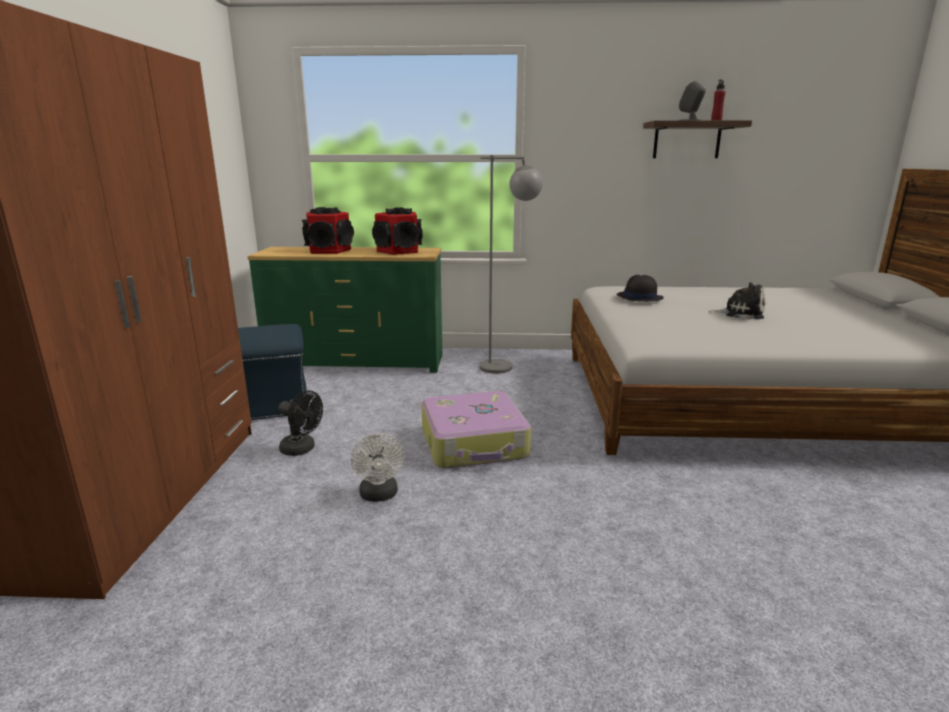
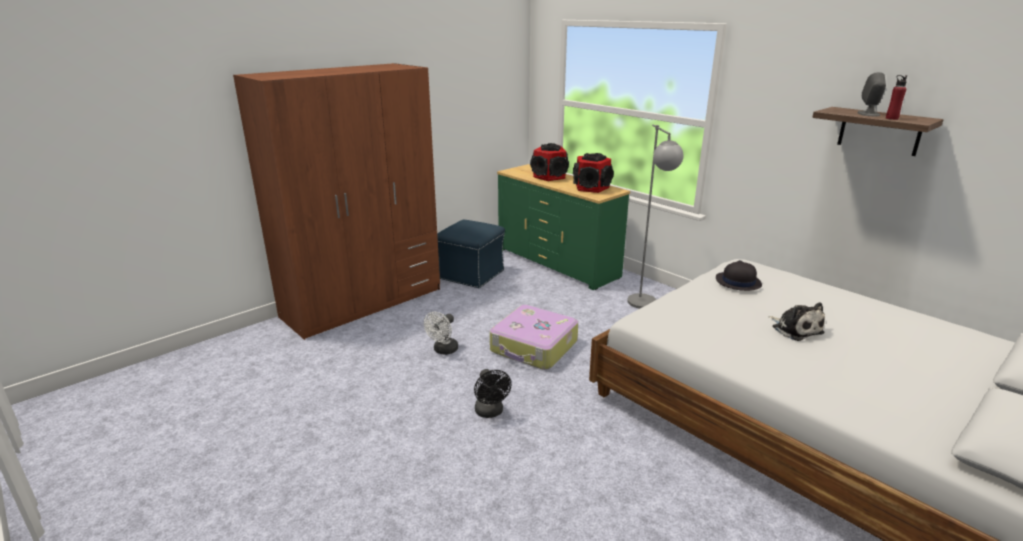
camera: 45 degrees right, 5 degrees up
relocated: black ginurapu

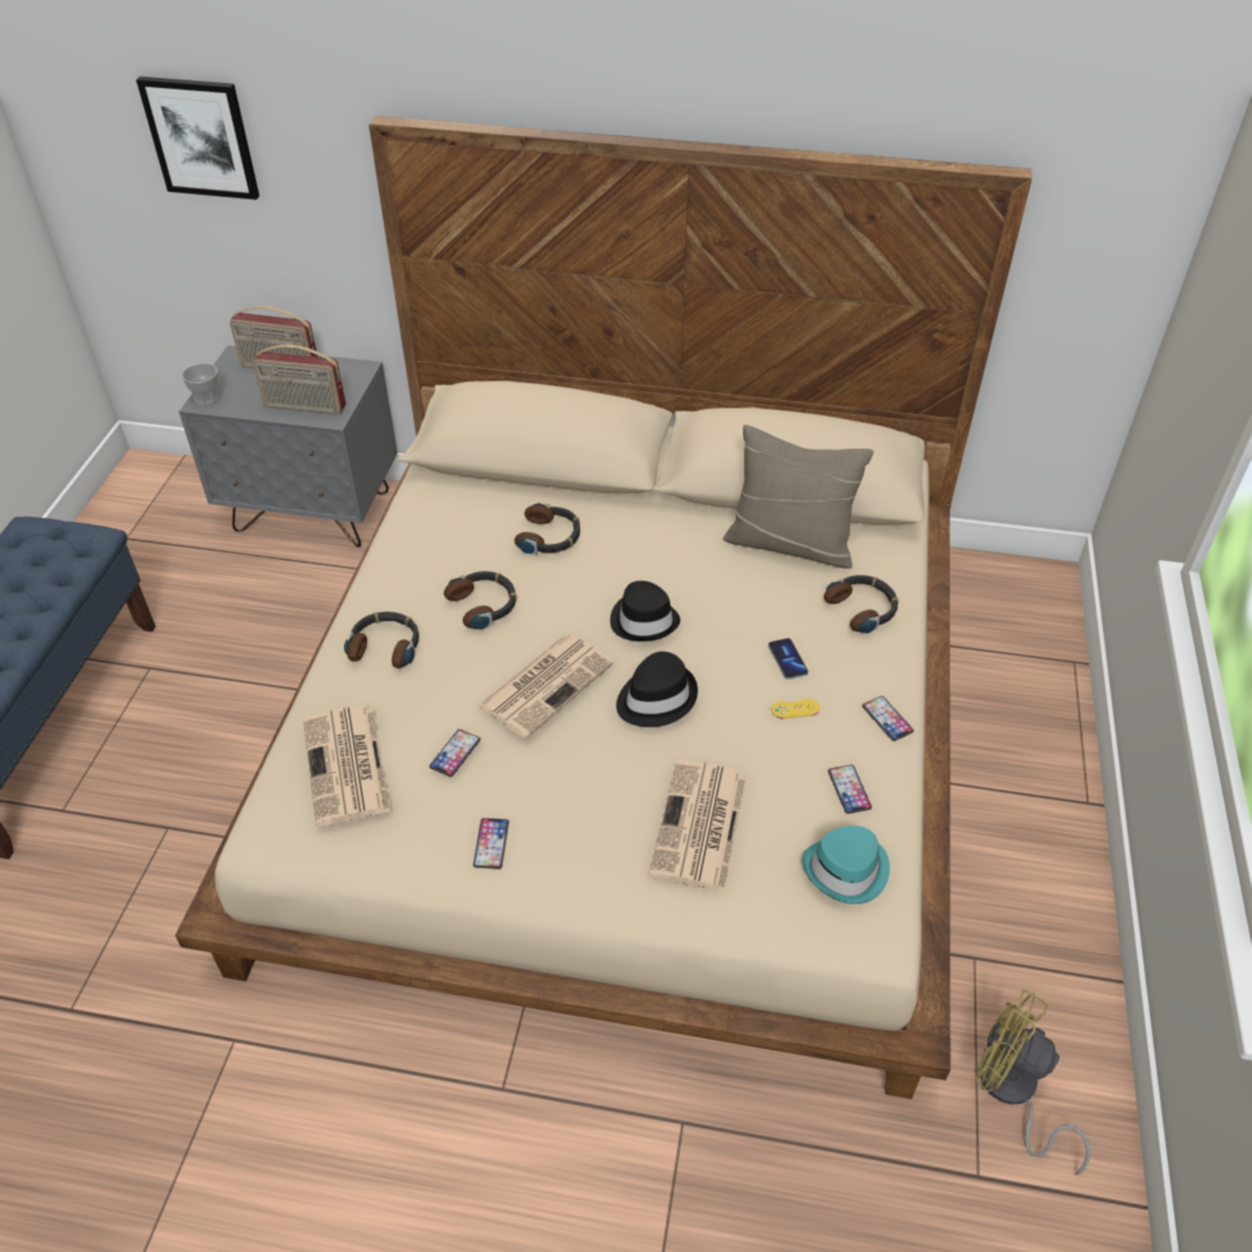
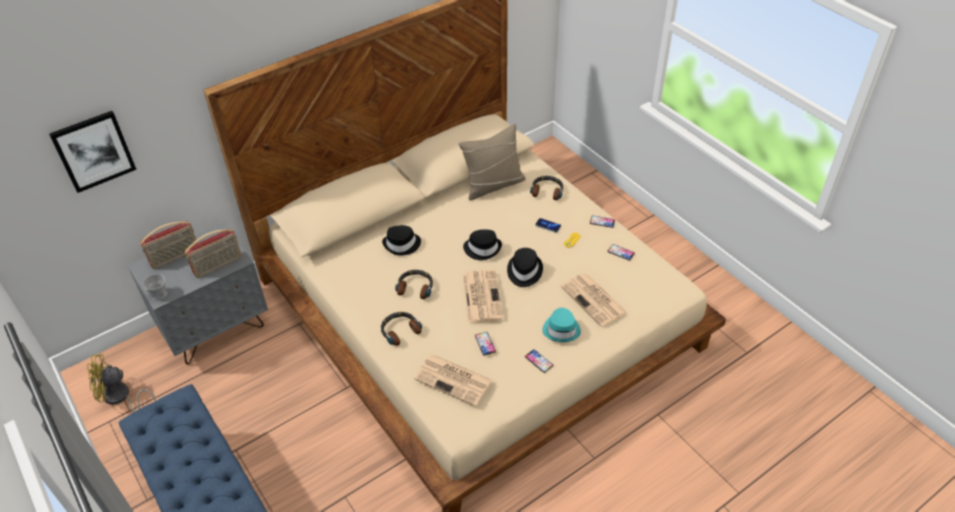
camera: 45 degrees left, 0 degrees up
relocated: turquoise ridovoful; yellow ginurapu
exchanged: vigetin (no. 3 from left) to black ridovoful (no. 1 from left)

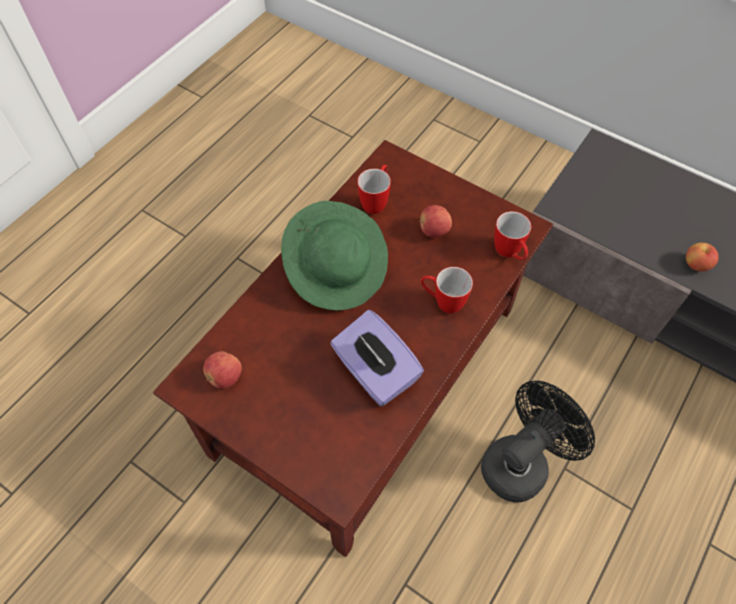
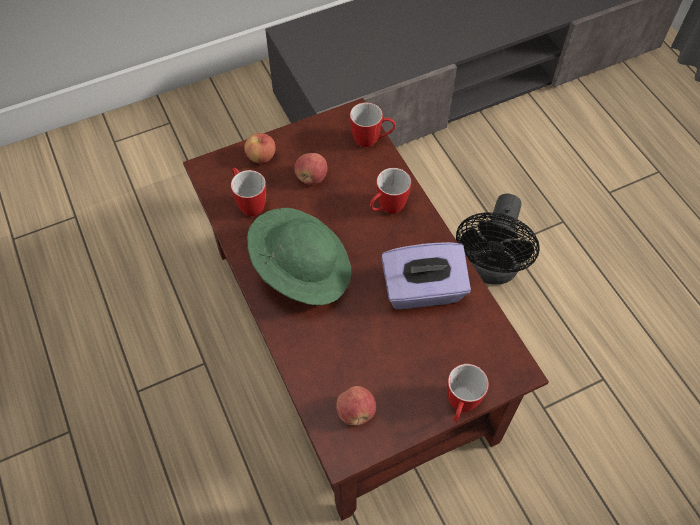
camera: 60 degrees left, 0 degrees up
appeared: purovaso (no. 4 from left)
relocated: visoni (no. 3 from left in the first image) to visoni (no. 1 from left)
spun: black ginurapu 150 degrees counterclockwise

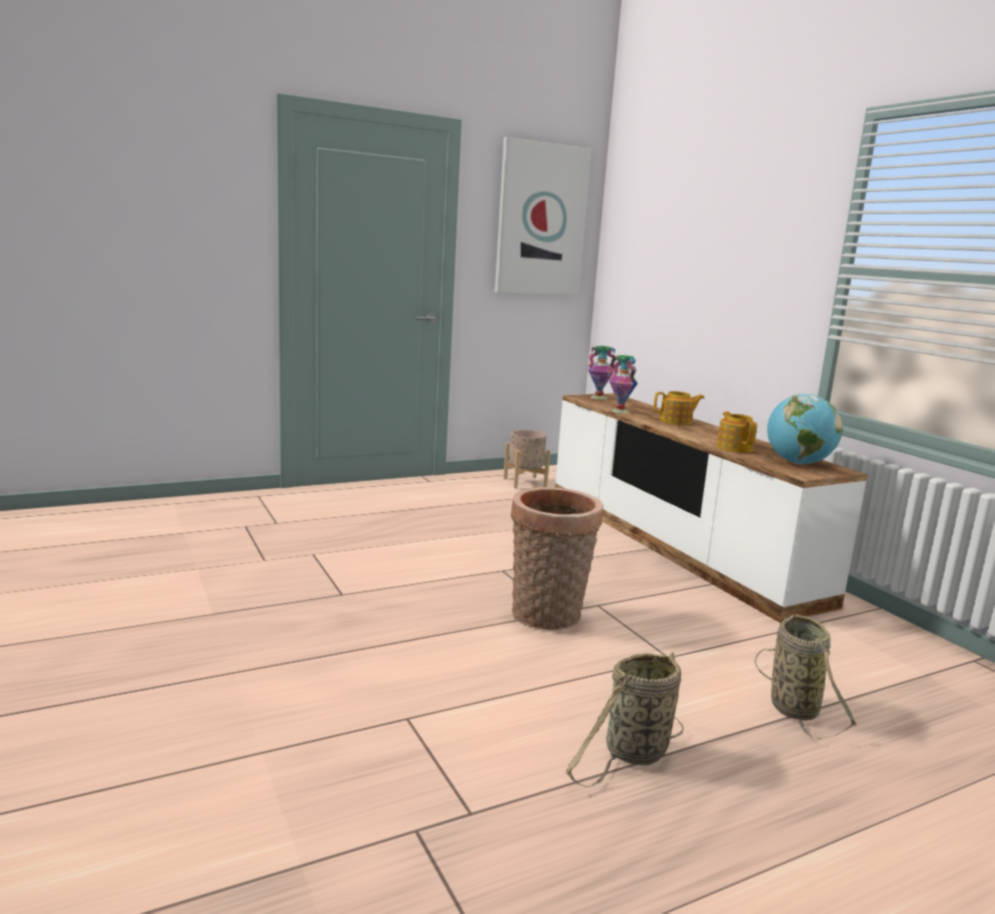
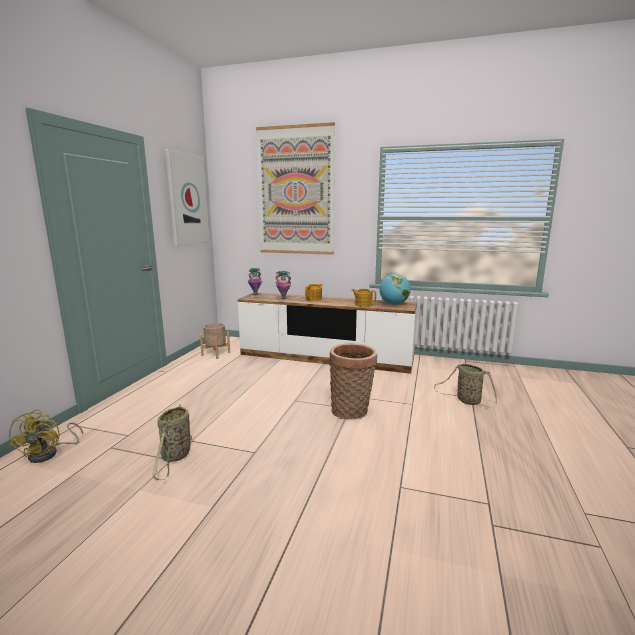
camera: 45 degrees left, 0 degrees up
appeared: yellow ginurapu; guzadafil (no. 2 from left)
relocated: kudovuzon (no. 2 from left in the first image) to kudovuzon (no. 1 from left)

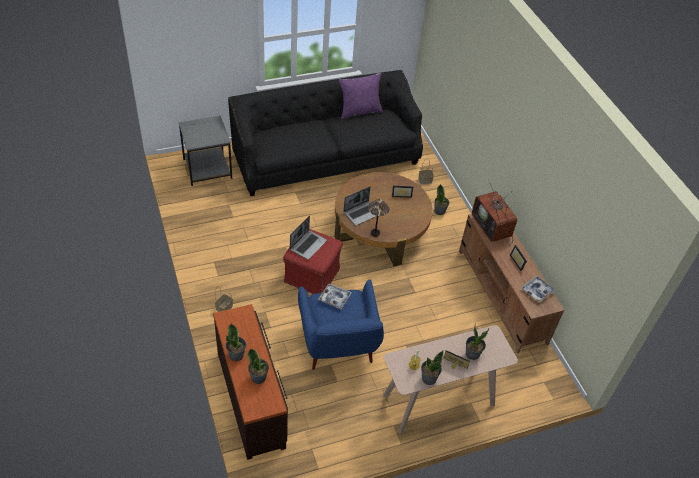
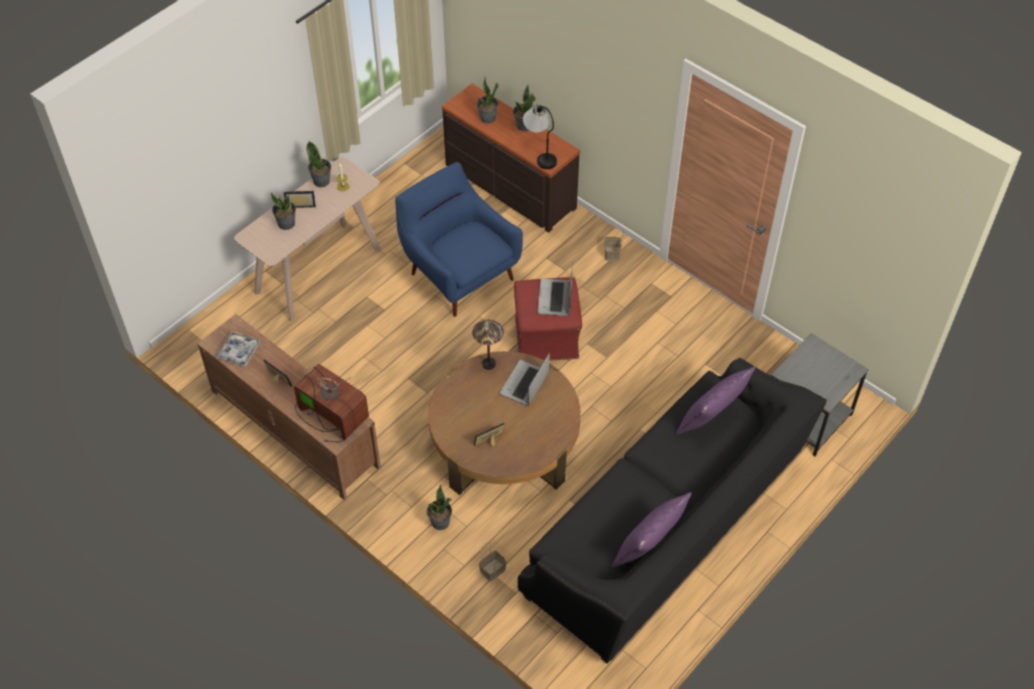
camera: 155 degrees right, 5 degrees up
missing: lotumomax (no. 1 from left)
appeared: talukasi (no. 2 from left); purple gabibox (no. 2 from left)

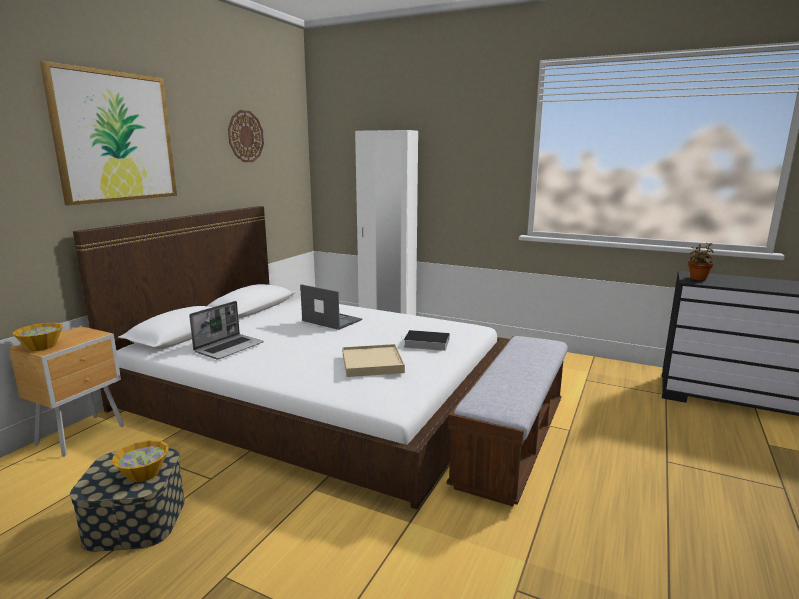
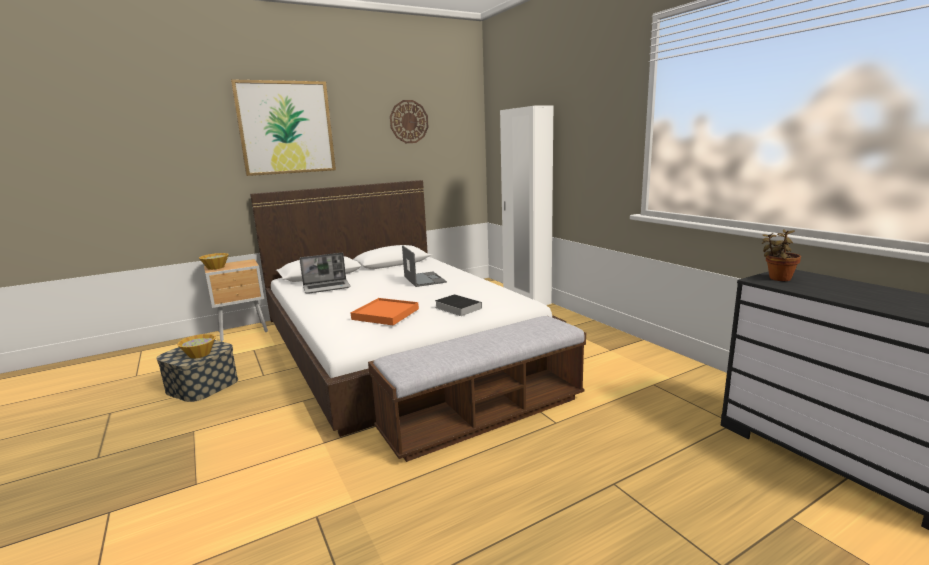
camera: 35 degrees right, 0 degrees up
colour: beige lotumomax to orange lotumomax

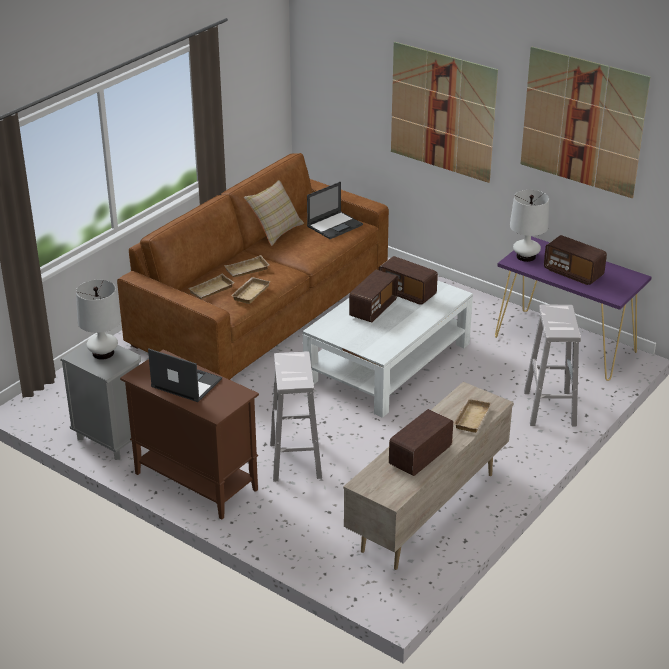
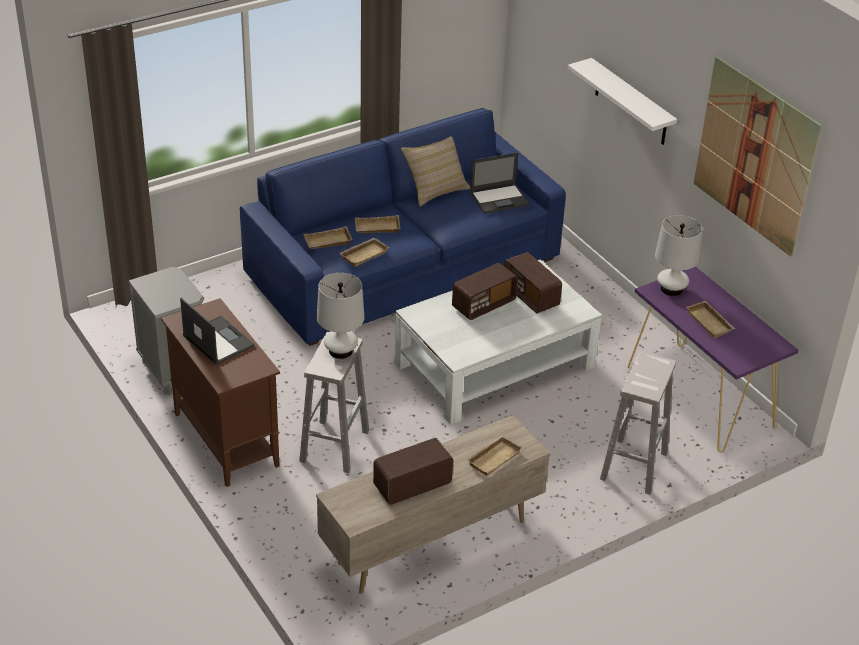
camera: 20 degrees right, 5 degrees up
relocated: white talukasi (no. 1 from left)
exchanged: guzadafil (no. 1 from left) to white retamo; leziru (no. 4 from left) to beige lotumomax (no. 5 from left)
colour: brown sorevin to blue sorevin

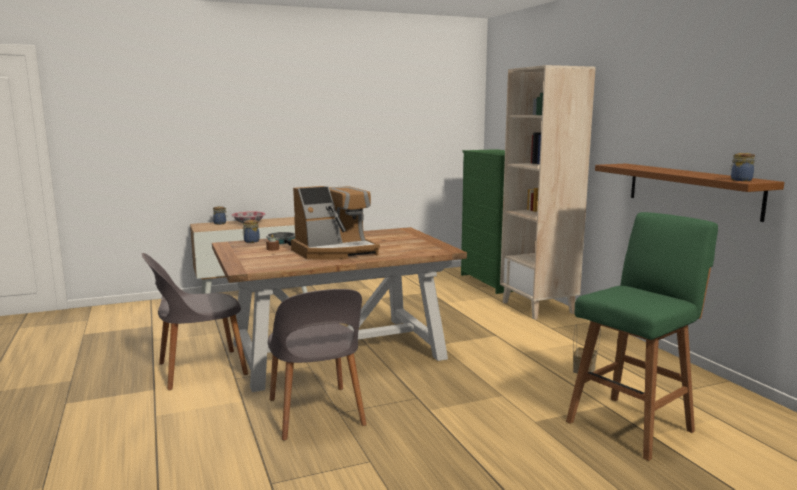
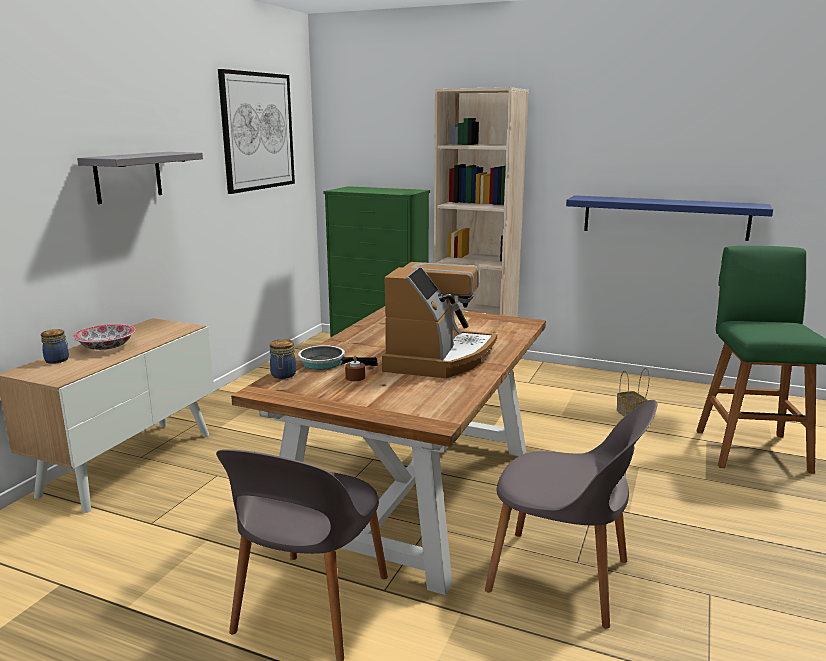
camera: 45 degrees left, 5 degrees up
missing: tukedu (no. 3 from left)
appeared: grey retamo; guzadafil
colour: brown retamo to blue retamo

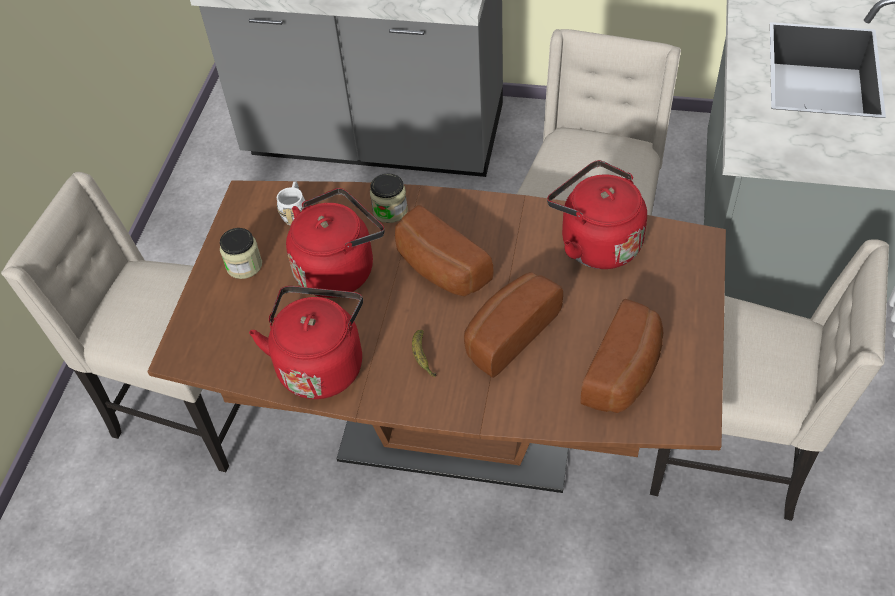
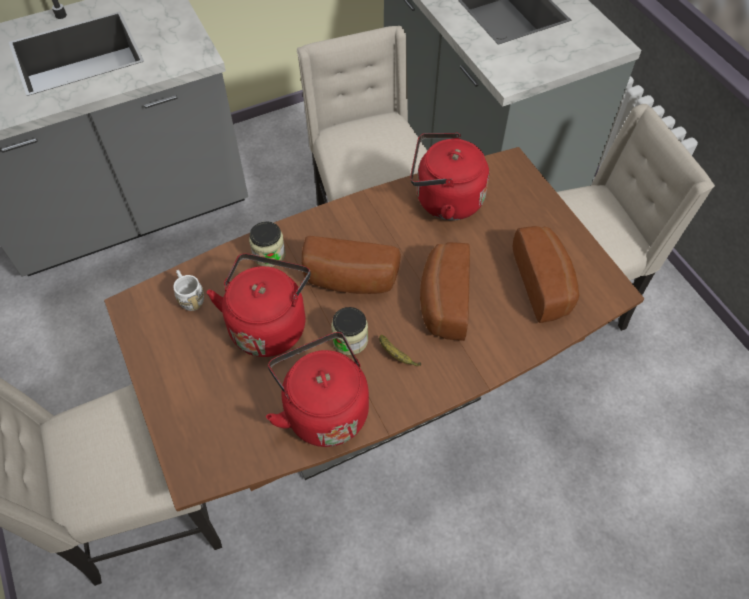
camera: 40 degrees left, 5 degrees up
relocated: tukedu (no. 1 from left in the first image) to tukedu (no. 2 from left)

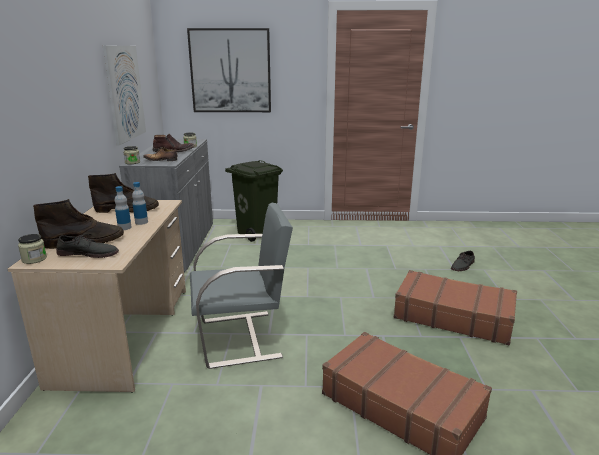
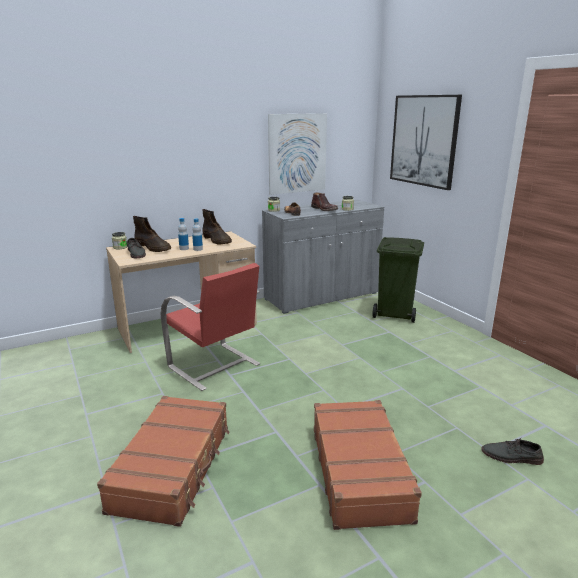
camera: 60 degrees right, 0 degrees up
colour: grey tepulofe to red tepulofe

